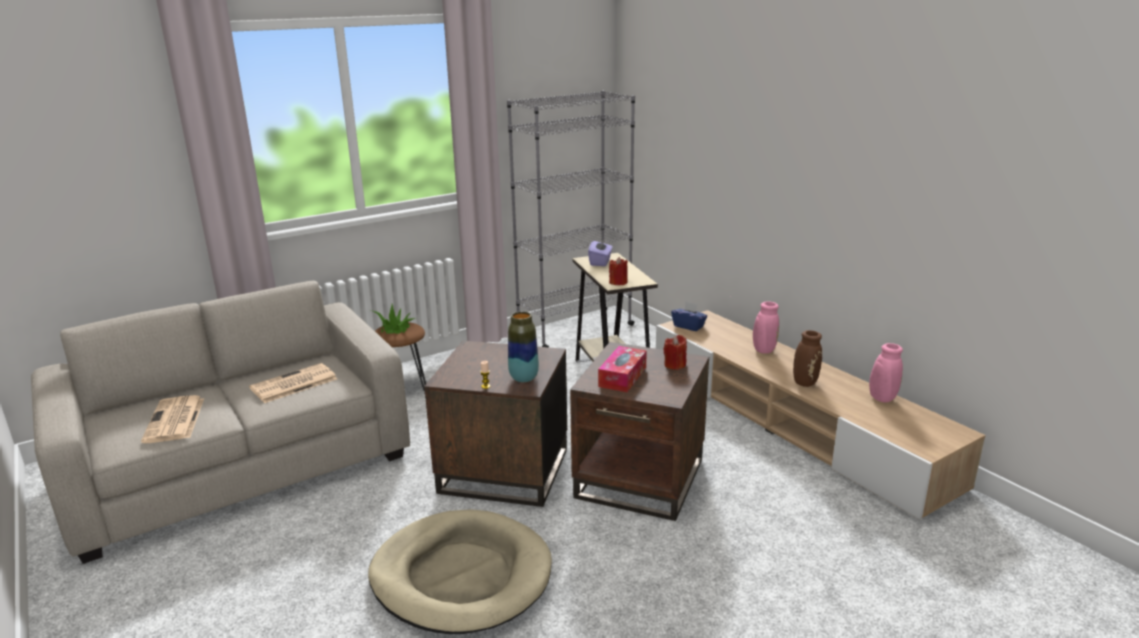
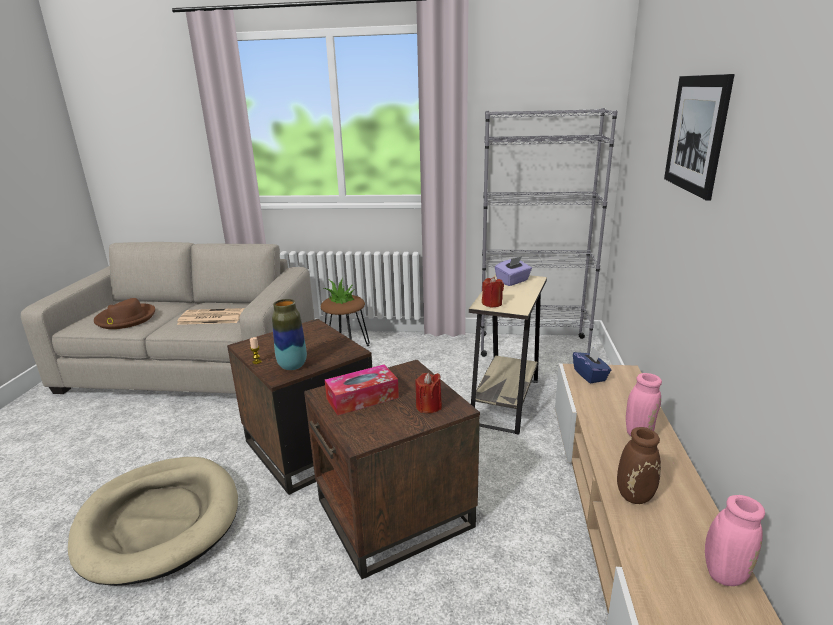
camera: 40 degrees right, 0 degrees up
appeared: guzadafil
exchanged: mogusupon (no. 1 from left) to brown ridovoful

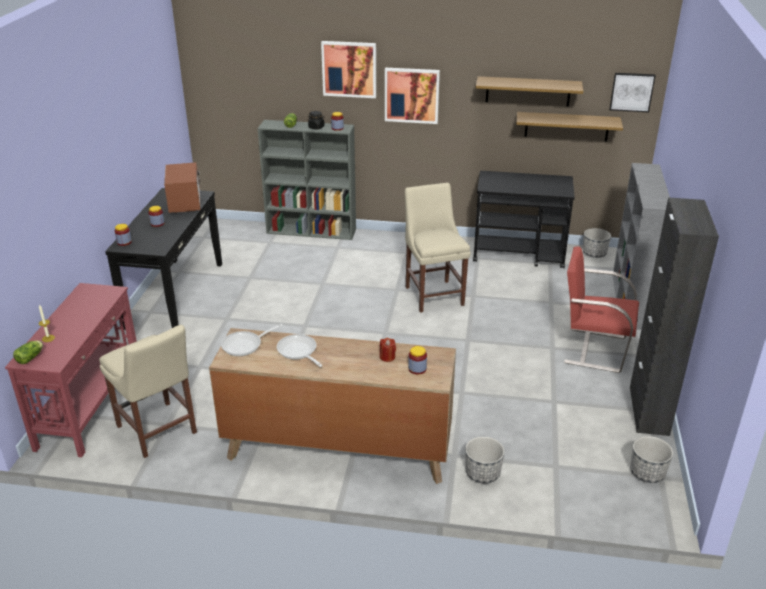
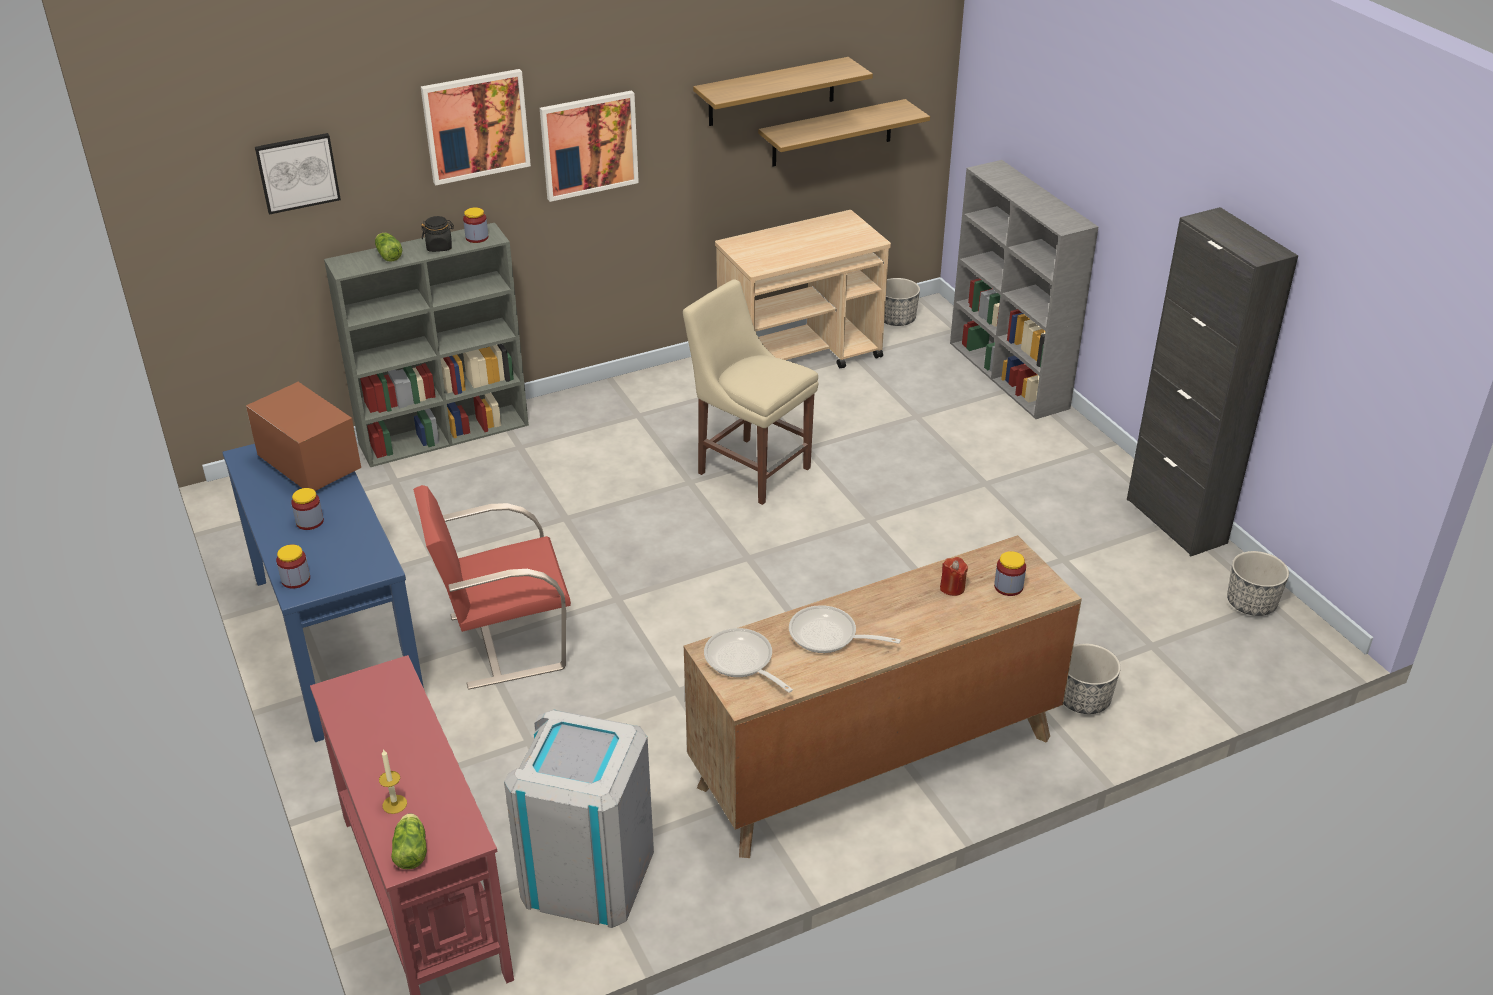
camera: 35 degrees left, 5 degrees up
relocated: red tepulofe; guzadafil (no. 3 from left in the first image) to guzadafil (no. 1 from left)
exchanged: beige tepulofe (no. 1 from left) to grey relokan
colour: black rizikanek to blue rizikanek; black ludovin to beige ludovin
spun: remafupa (no. 1 from left) 120 degrees clockwise

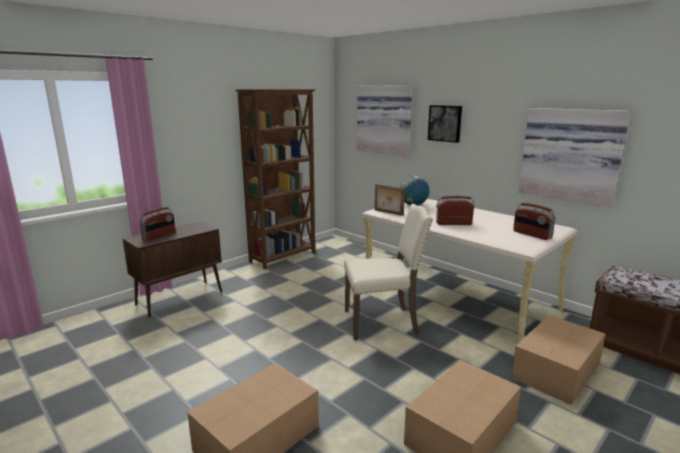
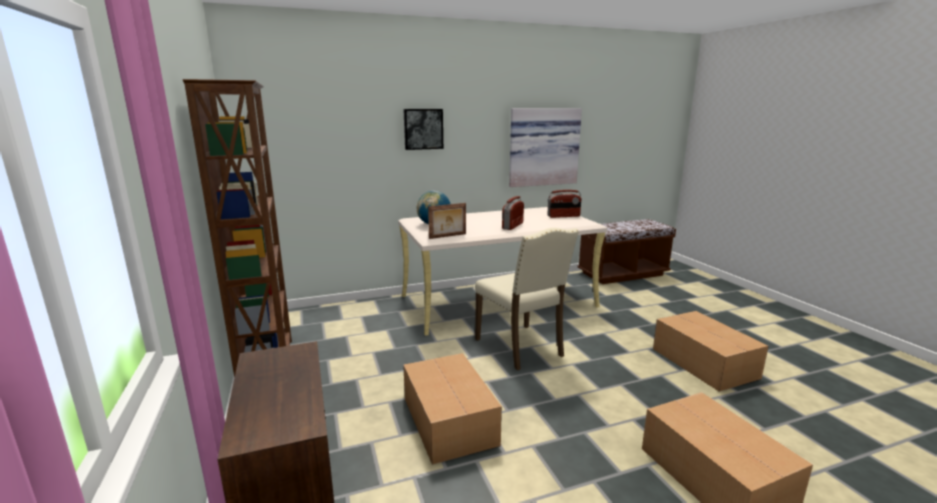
camera: 65 degrees left, 0 degrees up
missing: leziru (no. 1 from left); guzadafil (no. 1 from left)
relocated: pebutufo (no. 3 from left in the first image) to pebutufo (no. 1 from left)
spun: beige tepulofe 135 degrees clockwise

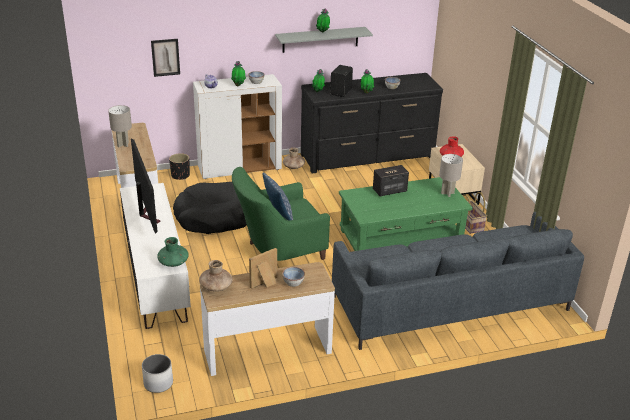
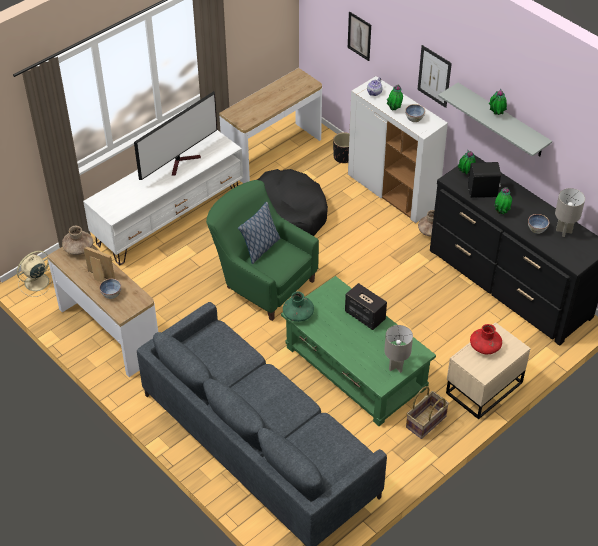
camera: 65 degrees right, 15 degrees up
appeared: guzadafil (no. 2 from left)
relocated: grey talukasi (no. 1 from left in the first image) to grey talukasi (no. 2 from left); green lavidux
exchanged: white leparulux to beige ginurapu

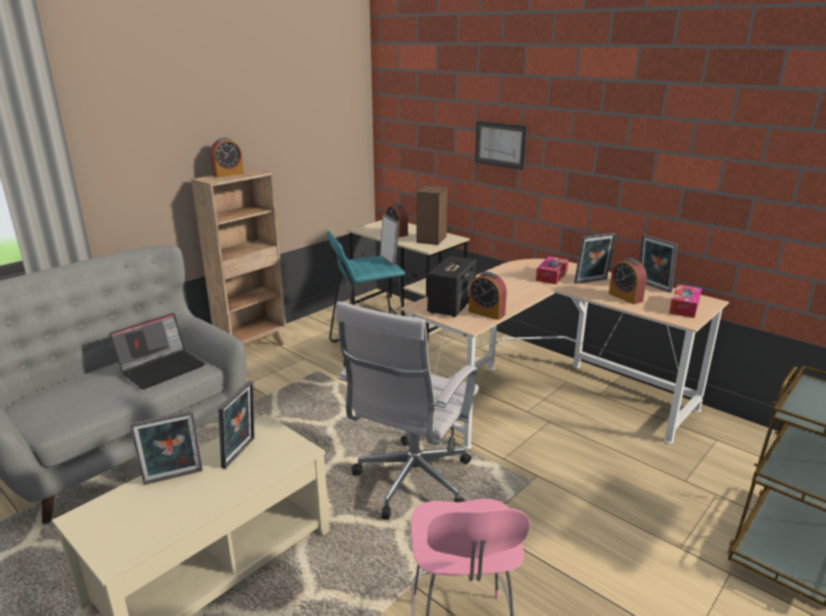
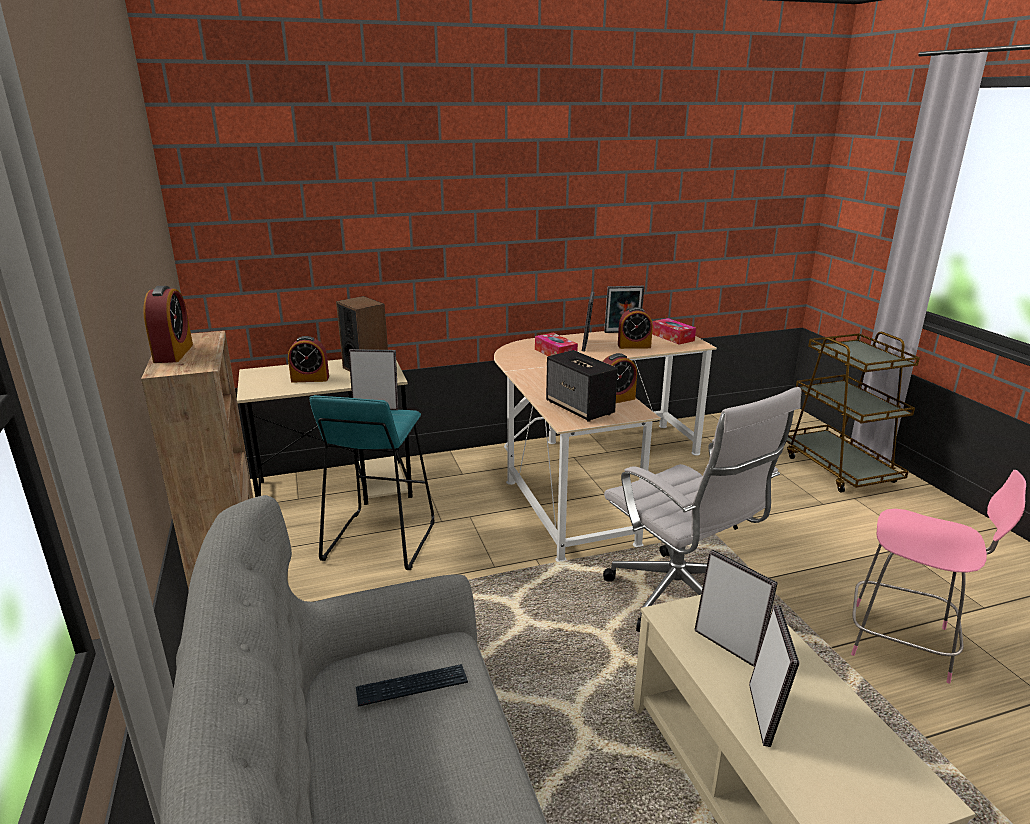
camera: 60 degrees left, 0 degrees up
missing: guzadafil
exchanged: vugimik to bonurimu

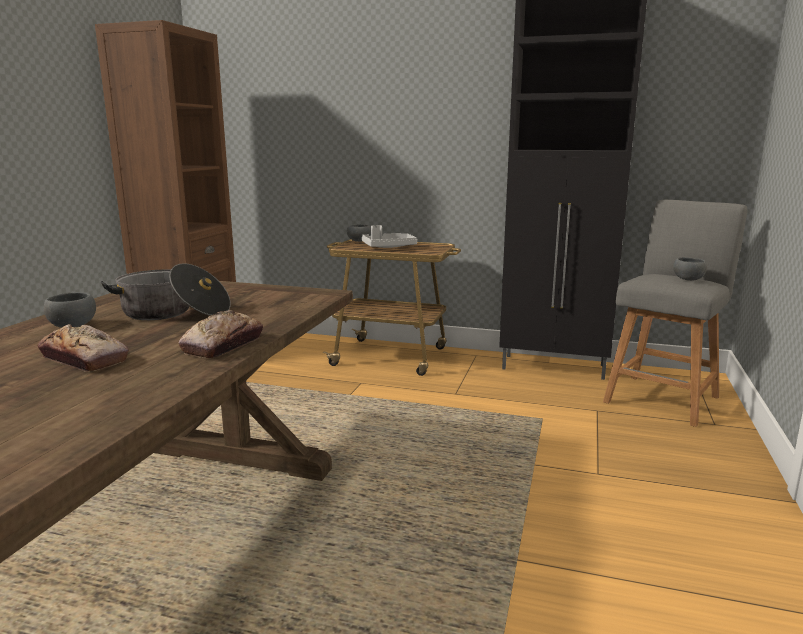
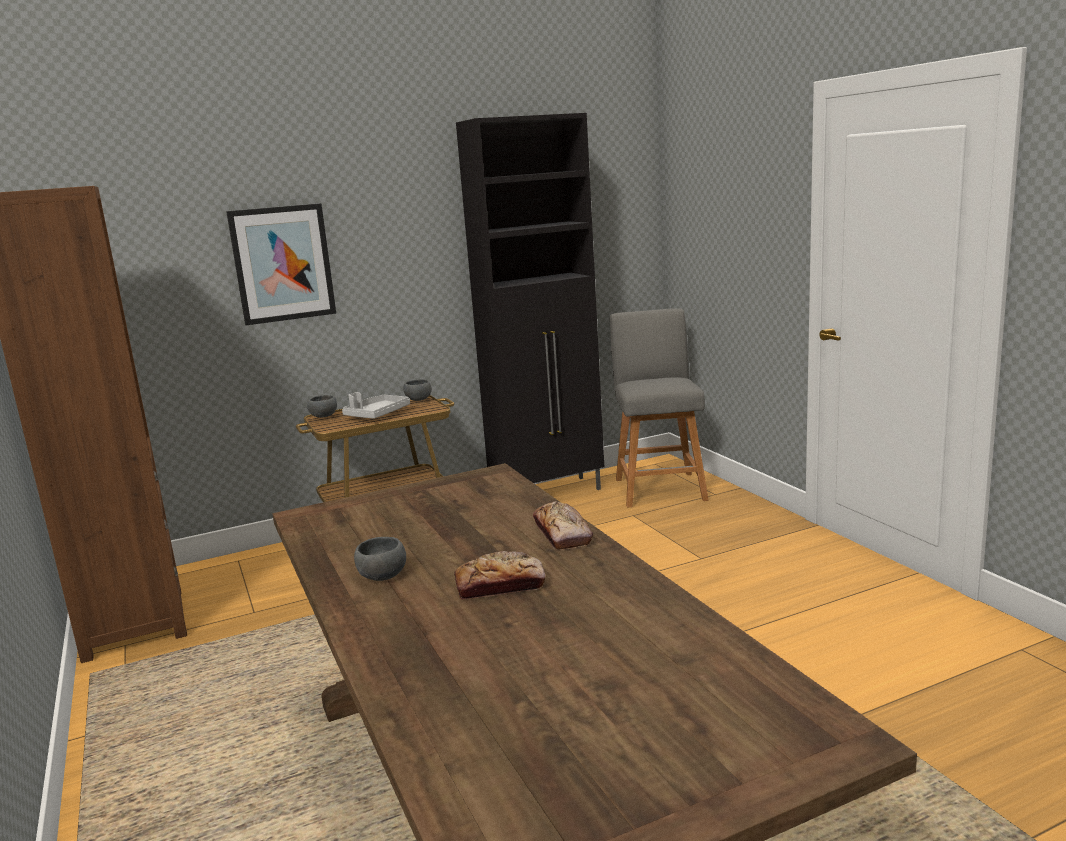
camera: 40 degrees left, 0 degrees up
missing: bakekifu
appeared: guzadafil
relocated: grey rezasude (no. 3 from left)

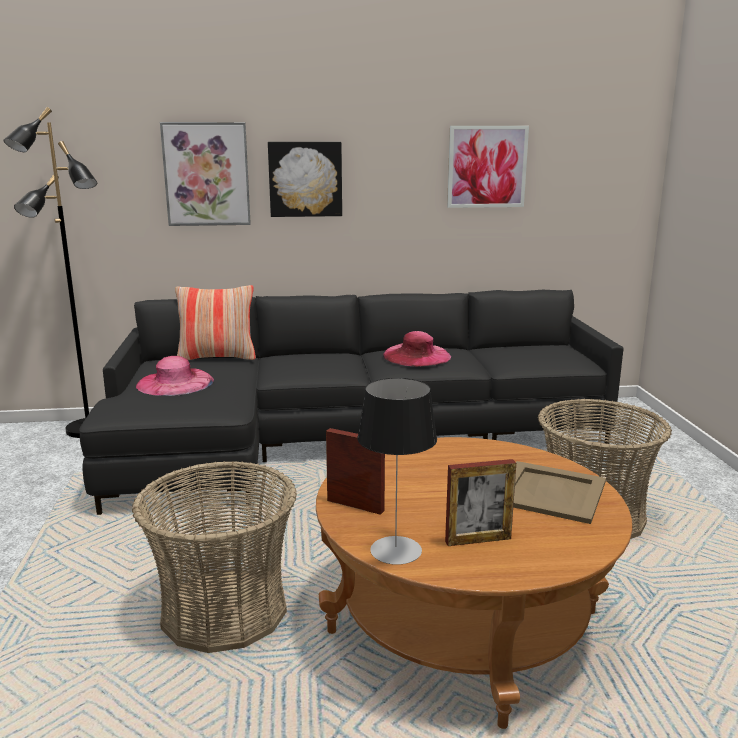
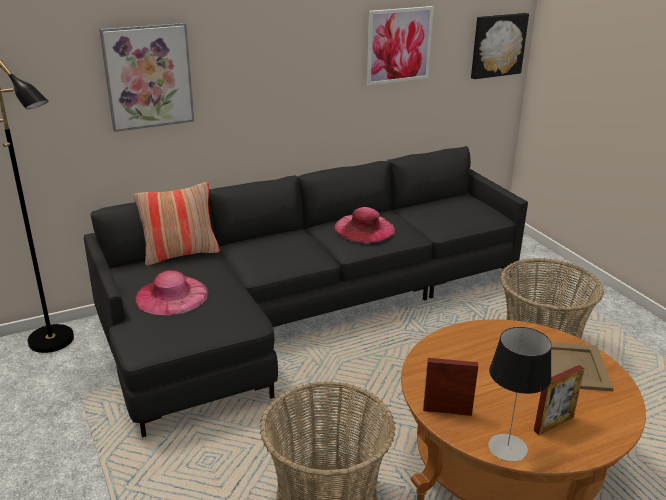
camera: 20 degrees left, 10 degrees up
relocated: guzadafil (no. 2 from left in the first image) to guzadafil (no. 3 from left)

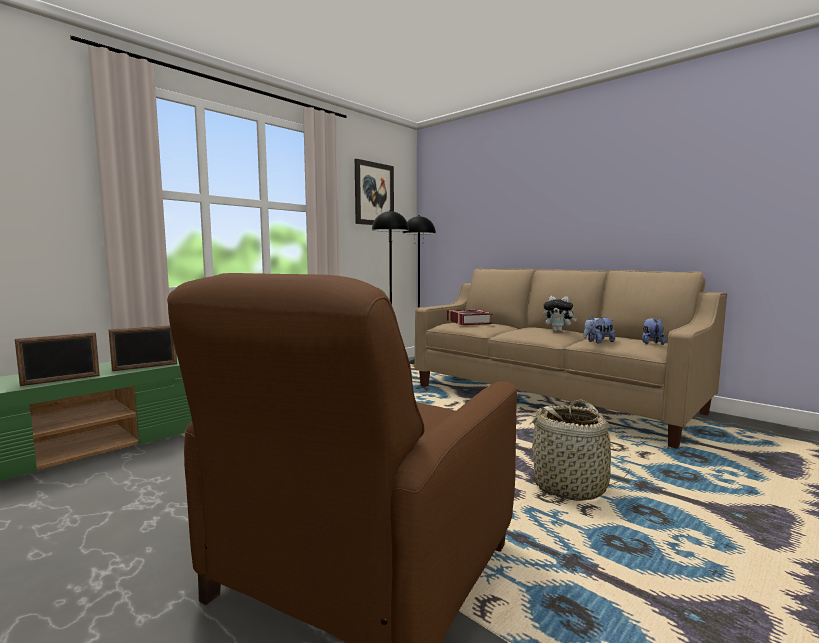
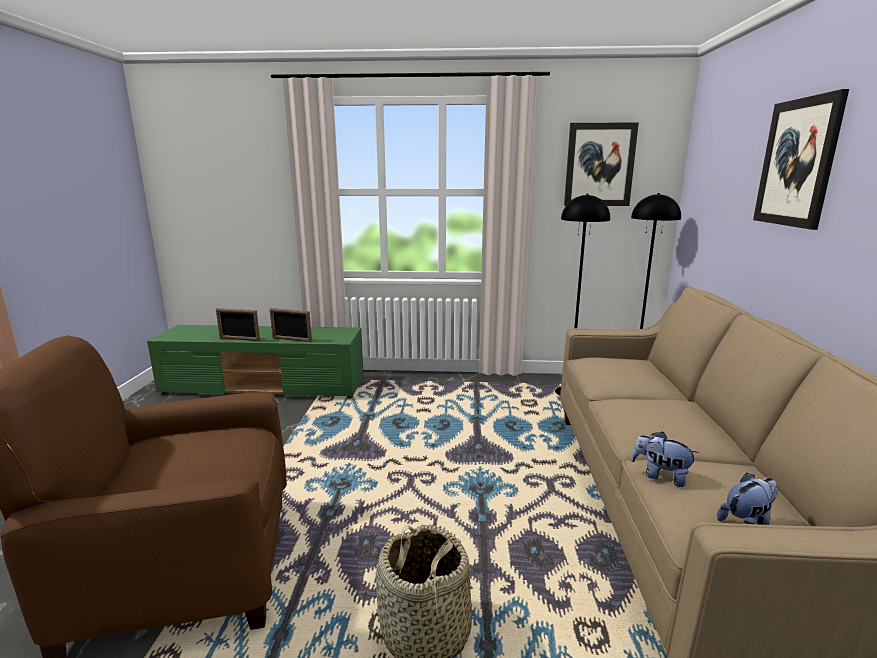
camera: 50 degrees right, 10 degrees up
missing: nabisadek; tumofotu (no. 1 from left)
appeared: guzadafil (no. 2 from left)

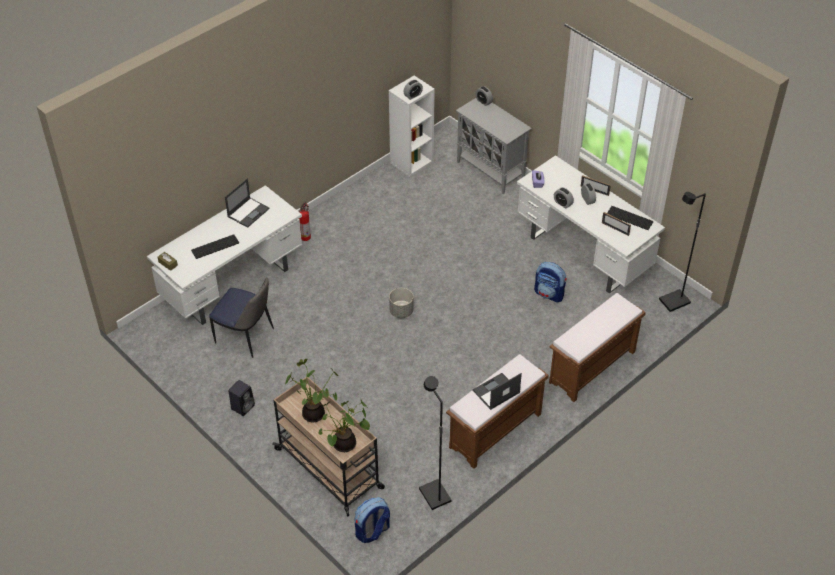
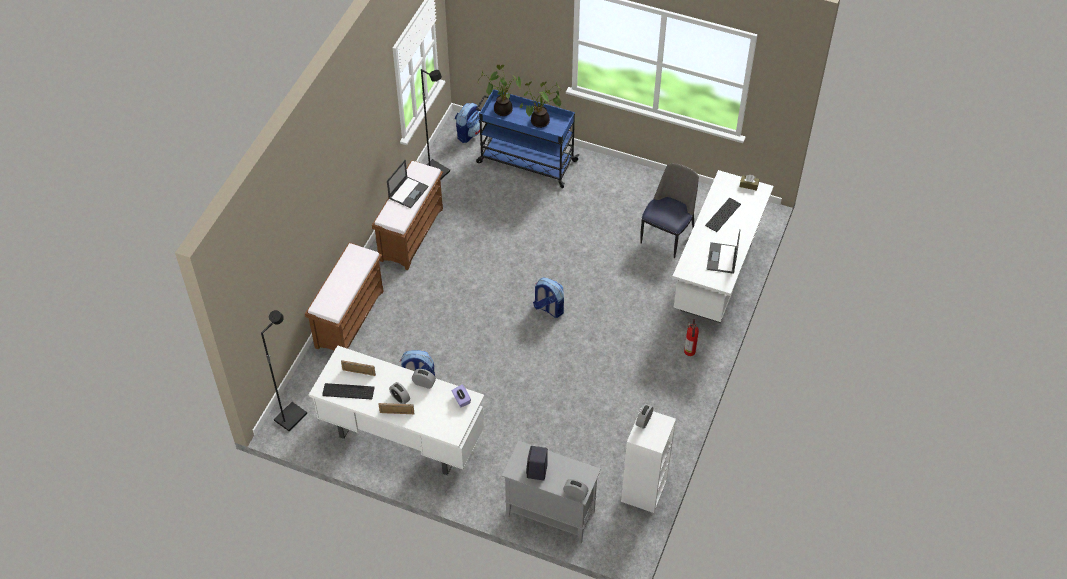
camera: 155 degrees right, 5 degrees up
relocated: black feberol
exchanged: grey leparulux to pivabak (no. 3 from left)
colour: beige ludovin to blue ludovin
spun: tepulofe 120 degrees clockwise

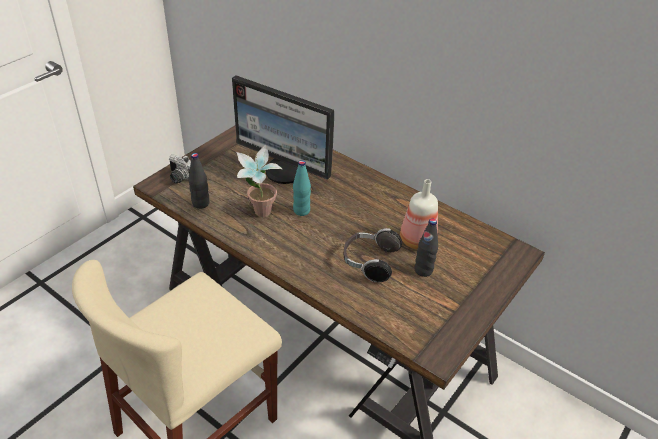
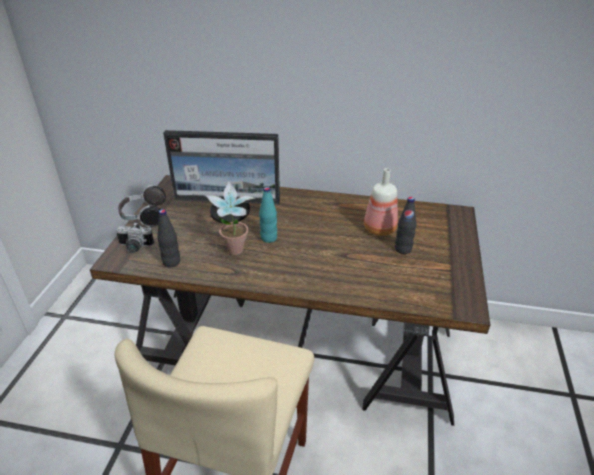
camera: 25 degrees left, 5 degrees down
relocated: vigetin

